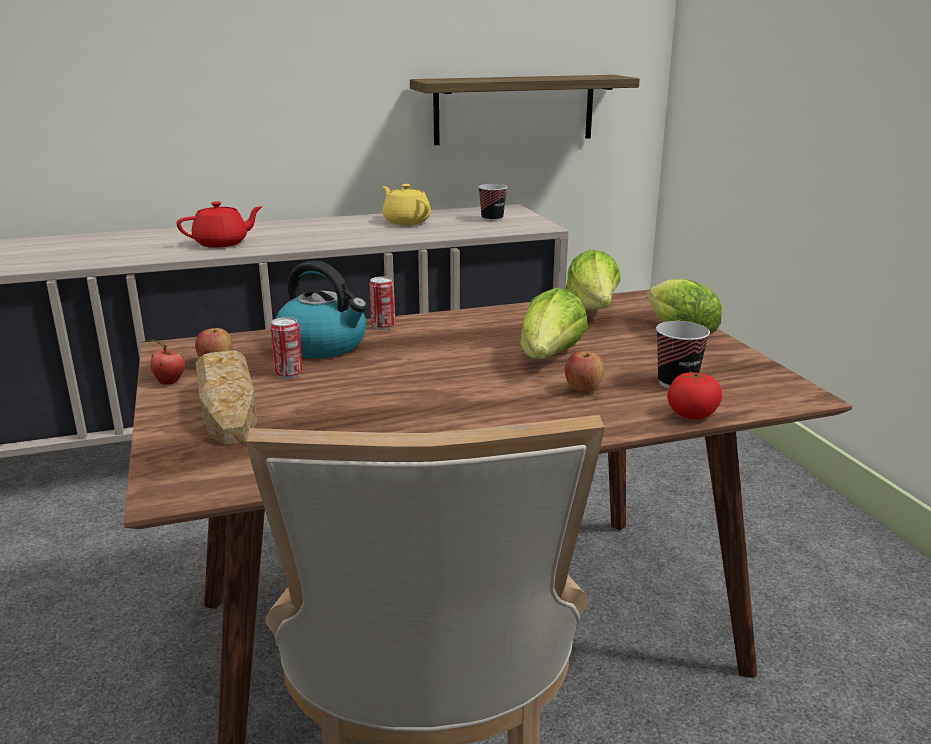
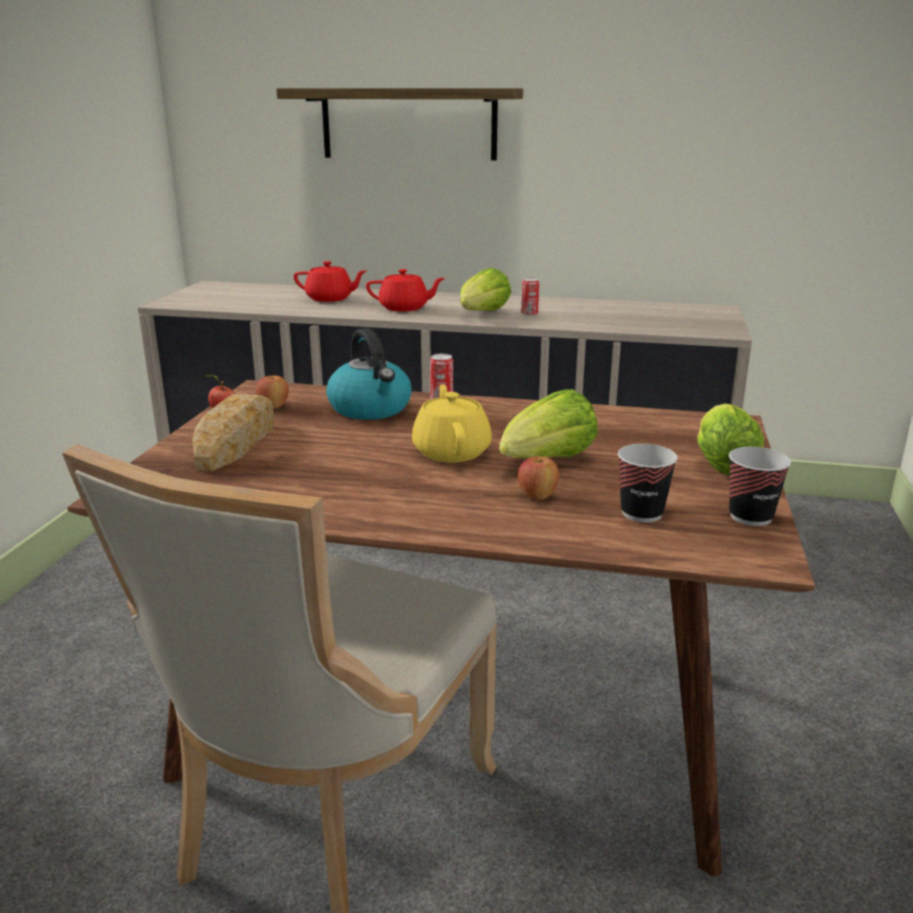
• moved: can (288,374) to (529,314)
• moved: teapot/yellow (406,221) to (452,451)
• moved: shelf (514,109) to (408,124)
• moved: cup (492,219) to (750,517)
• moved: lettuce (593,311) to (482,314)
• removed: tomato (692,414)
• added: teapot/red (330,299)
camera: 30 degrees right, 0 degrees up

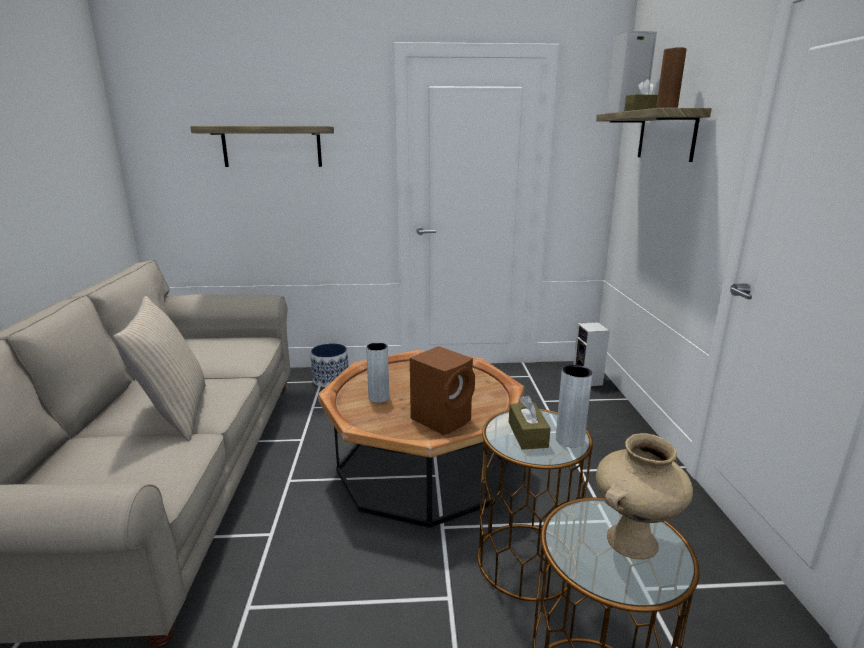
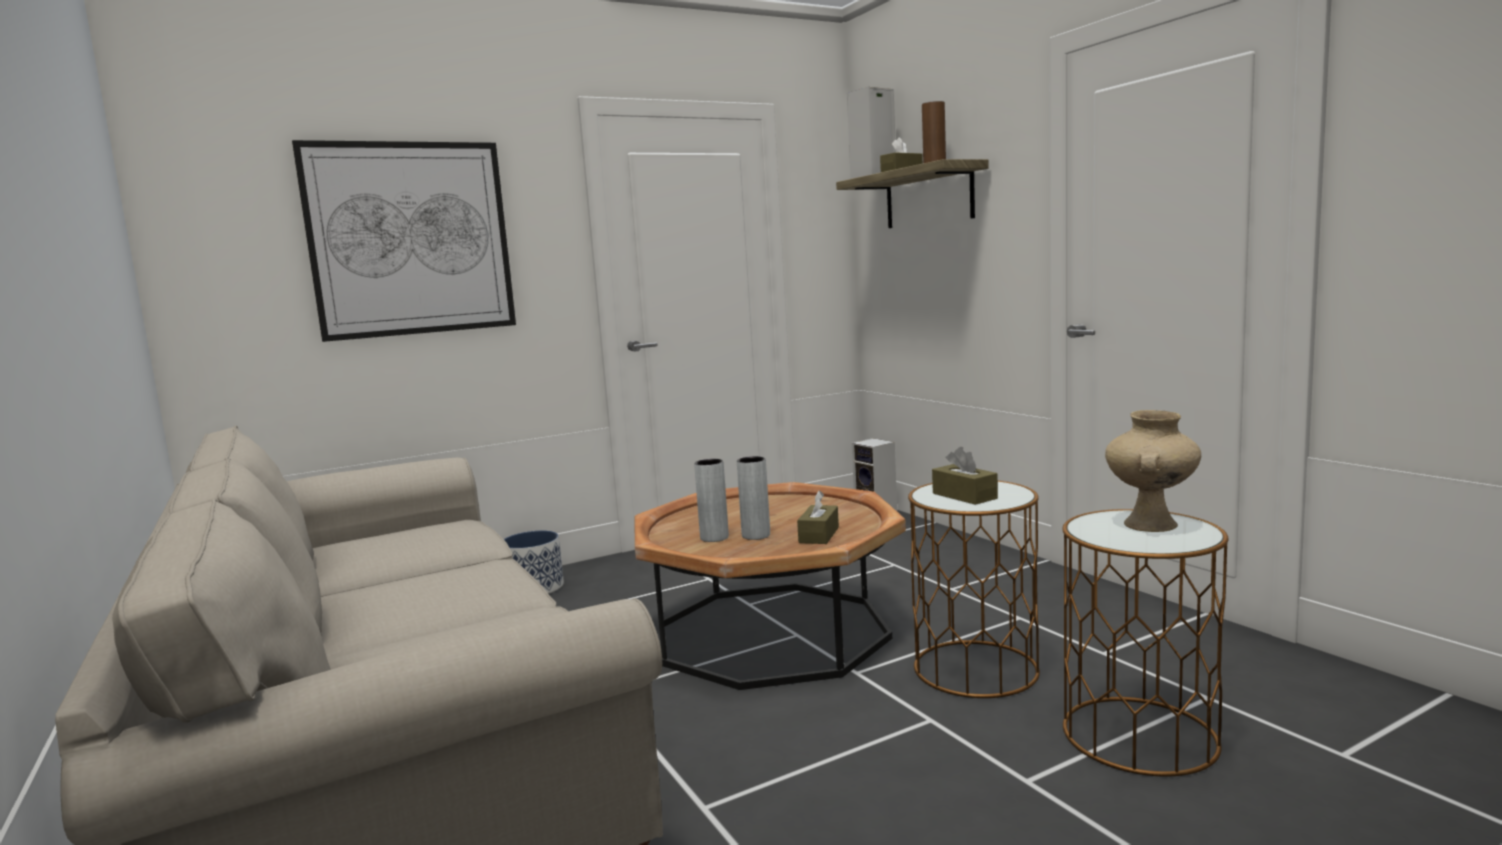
• removed: pillow/beige (175,414)
• replaced: shelf (272,147) to picture (410,239)
• replaced: speaker/brown (442,419) to tissue box/brown (819,535)
• moved: vase/grey (569,440) to (756,535)
camera: 25 degrees left, 10 degrees down

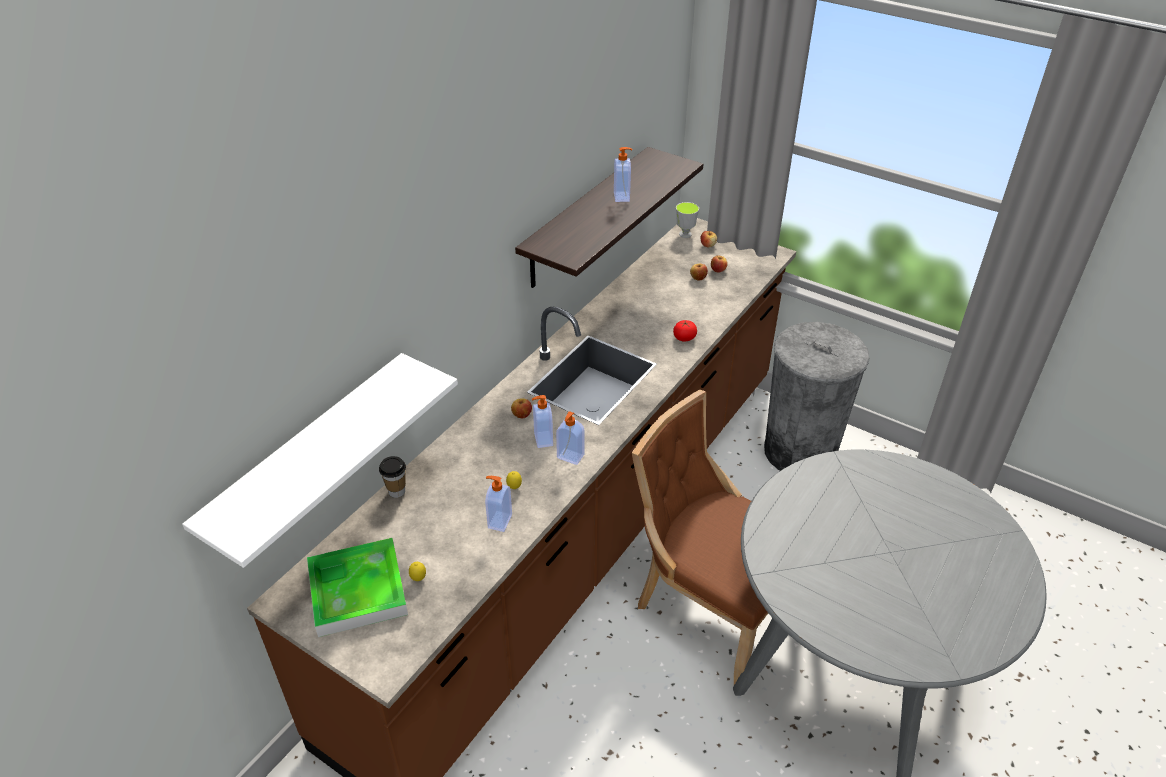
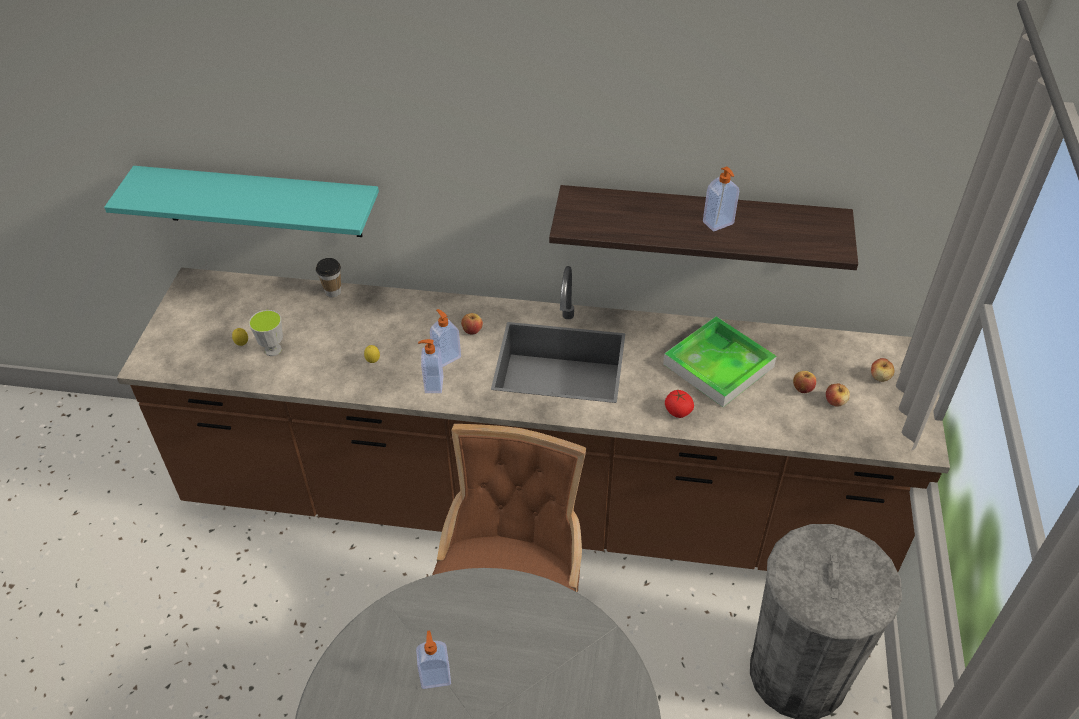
• recoloured: shelf/white (309,456) to shelf/turquoise (260,202)
• moved: tray (358,590) to (718,365)
• moved: soap dispenser (499,521) to (435,676)
• moved: cup (685,234) to (273,350)
camera: 65 degrees right, 5 degrees up

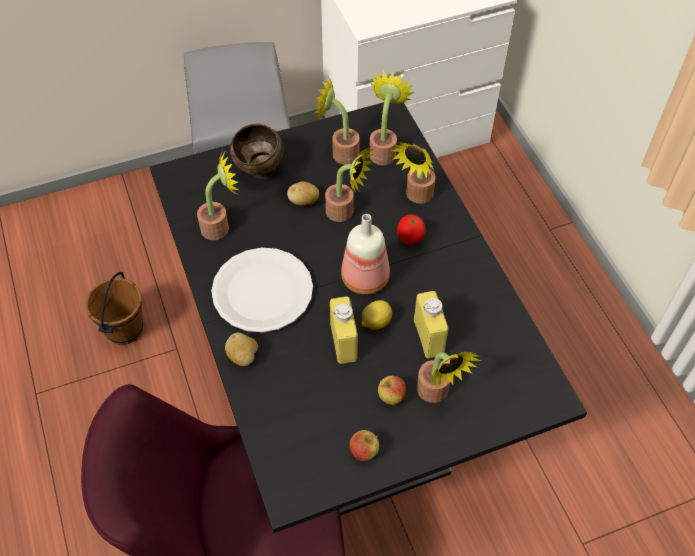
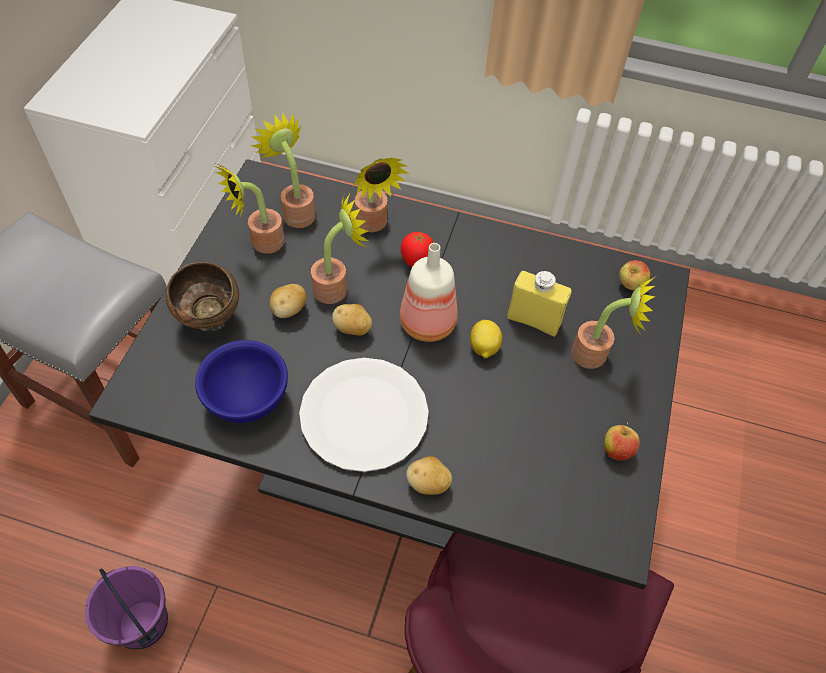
• recoloured: bucket/brown (124,329) to bucket/purple (142,625)
• replaced: potted plant (220,227) to bowl/blue (246,400)
• removed: bottle/yellow (343,343)
• moved: apple (391,397) to (630,286)
• added: potato (353,329)
camera: 55 degrees left, 0 degrees up

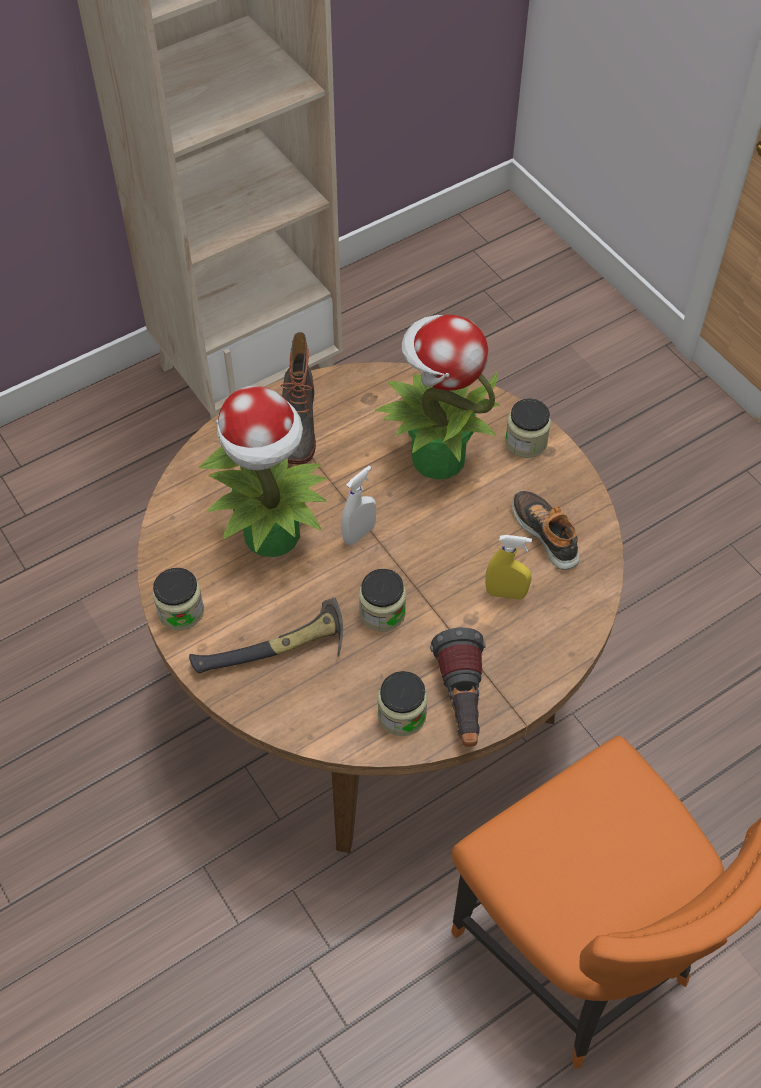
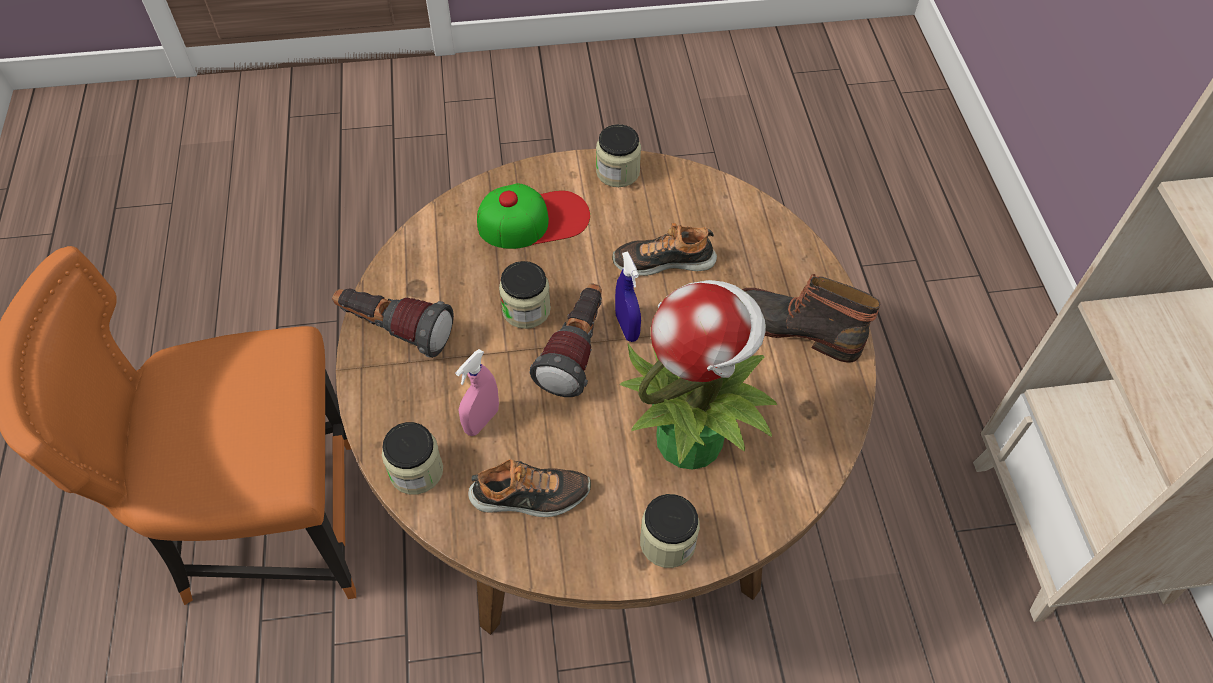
• replaced: hammer (276,653) to cap (534,219)
• replaced: potted plant (273,535) to shoe (664,261)
• recoloured: spray bottle/white (359,534) to spray bottle/blue (627,327)
• moved: jar (402,715) to (416,471)
• recoloured: spray bottle/yellow (506,593) to spray bottle/pink (481,421)
• added: flashlight (576,351)
camera: 115 degrees right, 0 degrees up

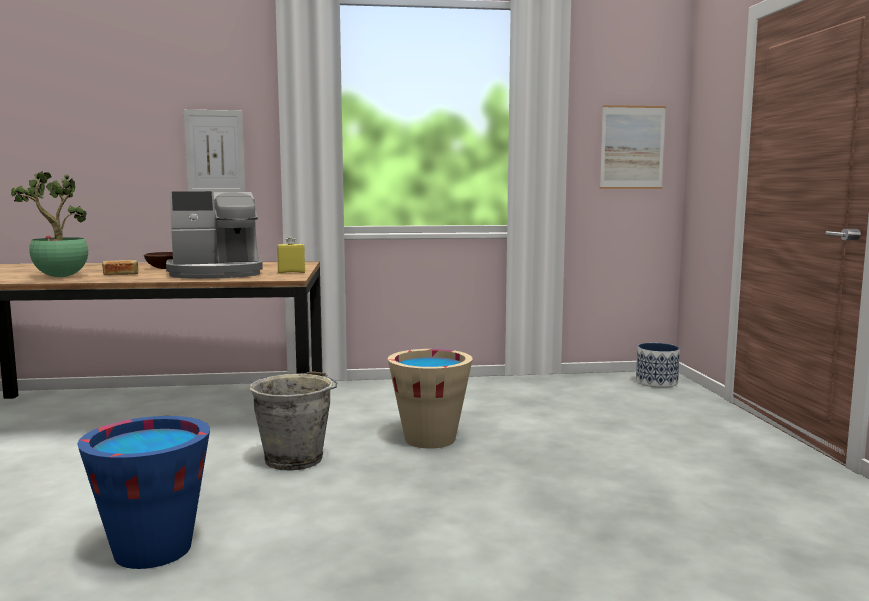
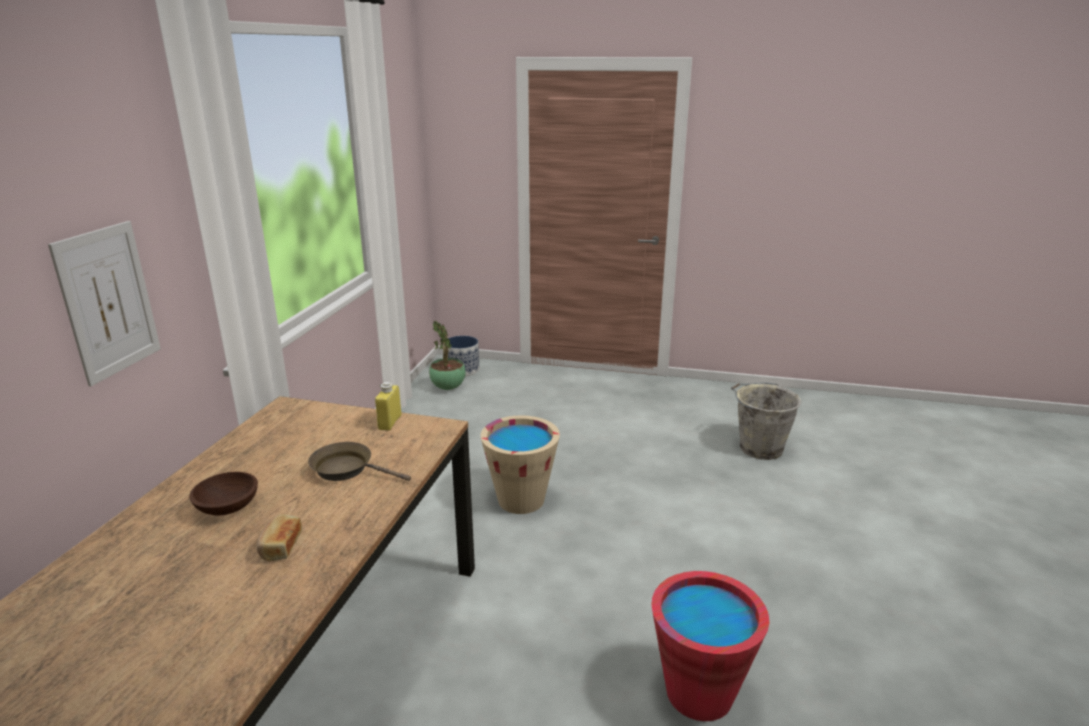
• moved: potted plant (59,277) to (448,388)
• recoloured: bucket/blue (153,550) to bucket/red (699,693)
• replaced: coffee machine (216,273) to frying pan/brown (347,469)
• moved: bucket/grey (295,459) to (759,448)
• removed: picture (632,147)
camera: 70 degrees left, 15 degrees up

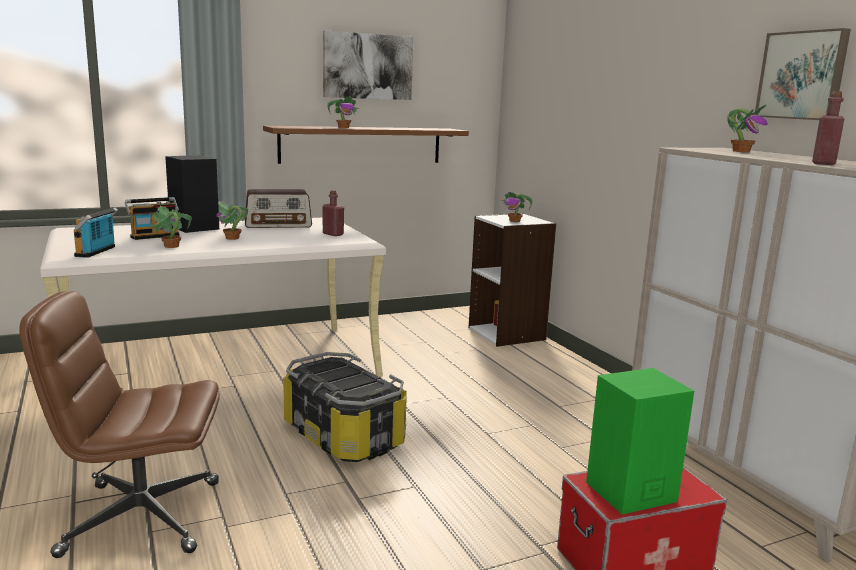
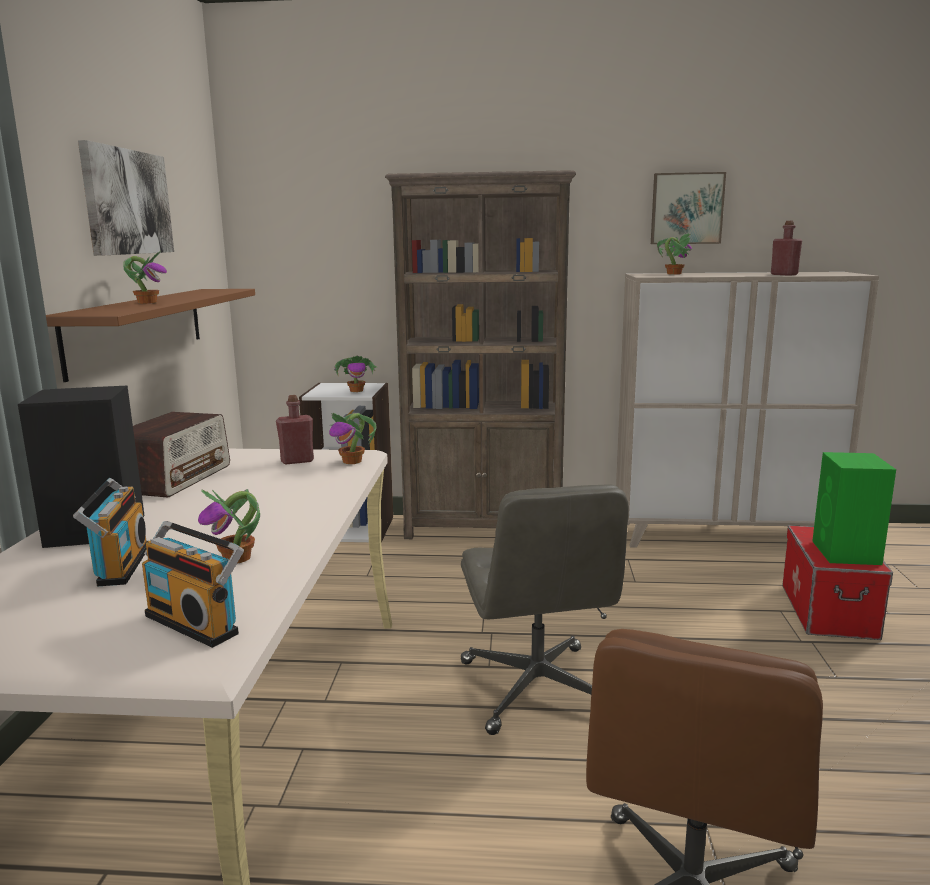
• moved: potted plant (232,238) to (353,461)
• replaced: storage box (342,436) to office chair/grey (538,690)
• added: bookcase/brown (484,529)
camera: 60 degrees left, 0 degrees up

